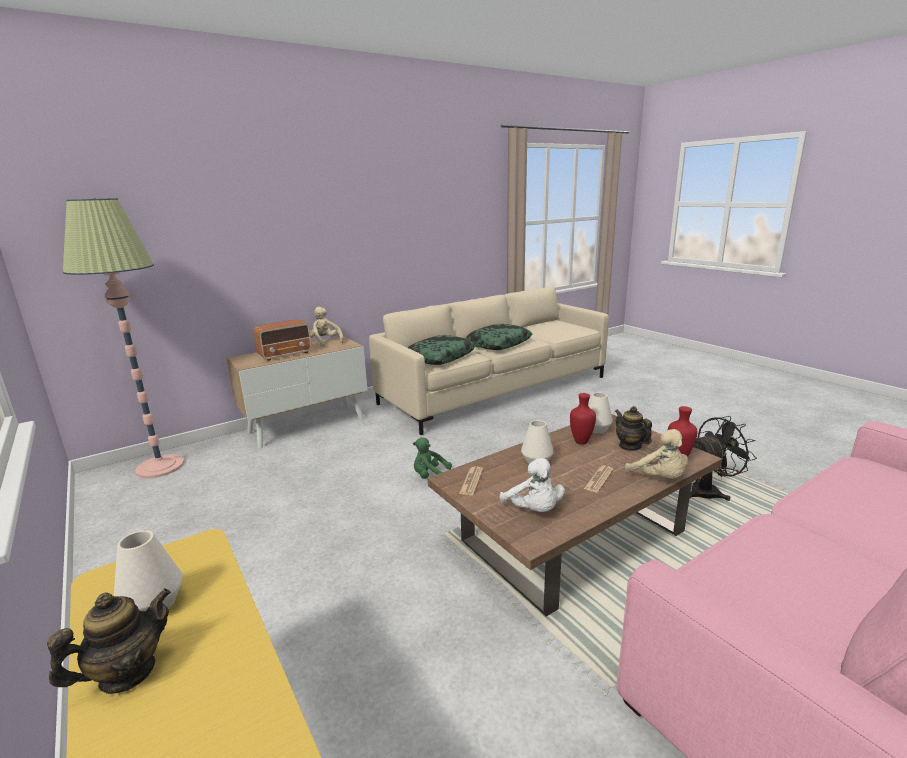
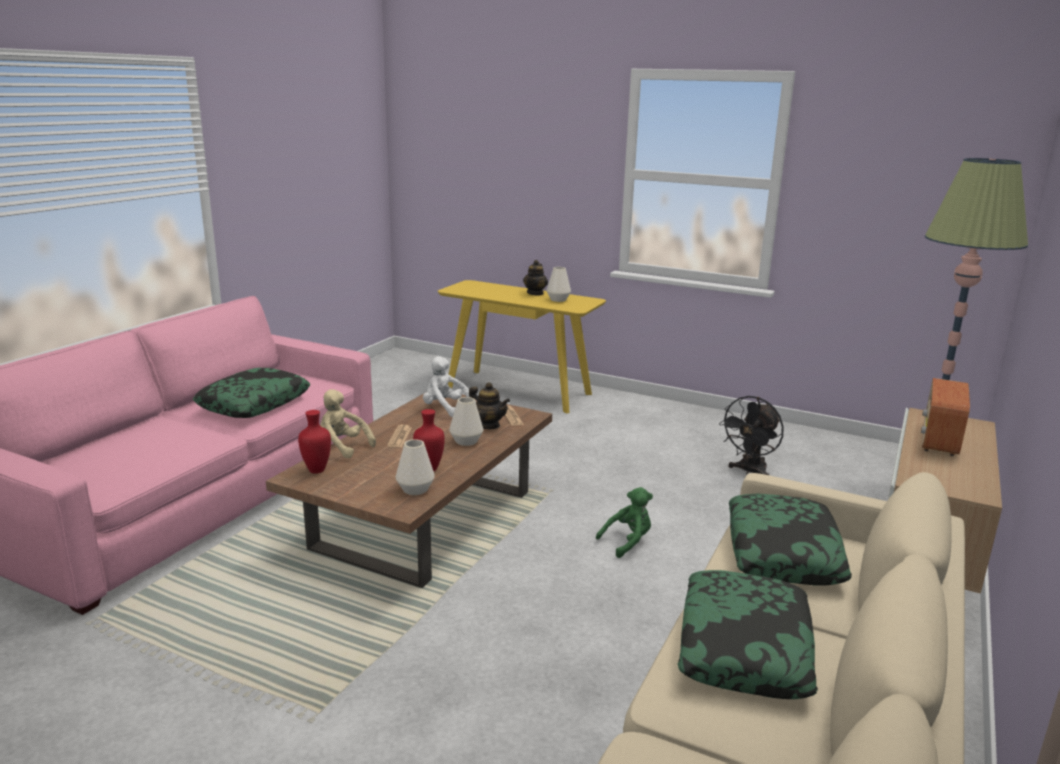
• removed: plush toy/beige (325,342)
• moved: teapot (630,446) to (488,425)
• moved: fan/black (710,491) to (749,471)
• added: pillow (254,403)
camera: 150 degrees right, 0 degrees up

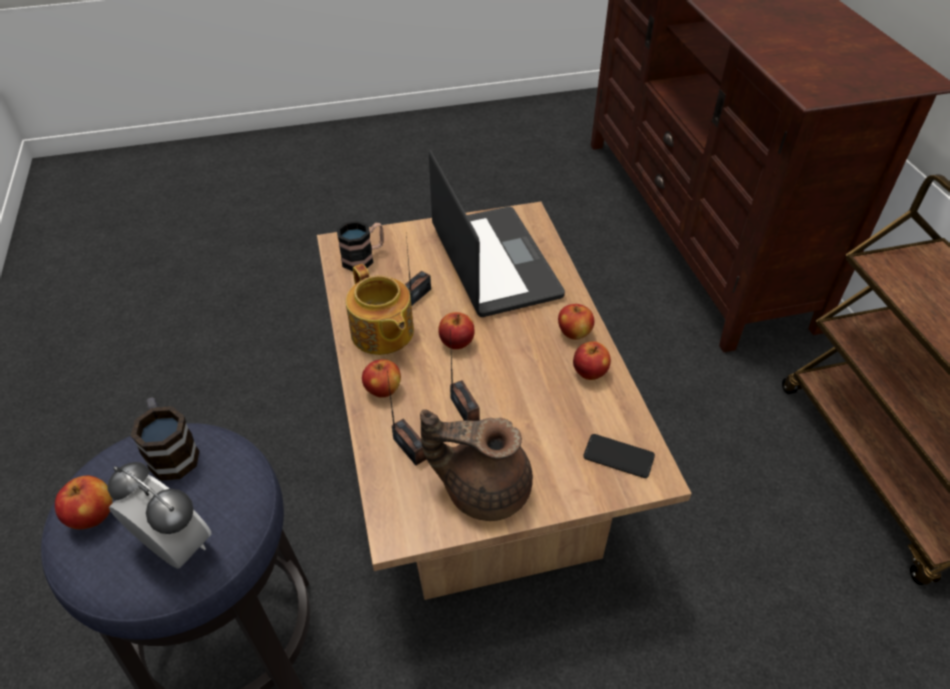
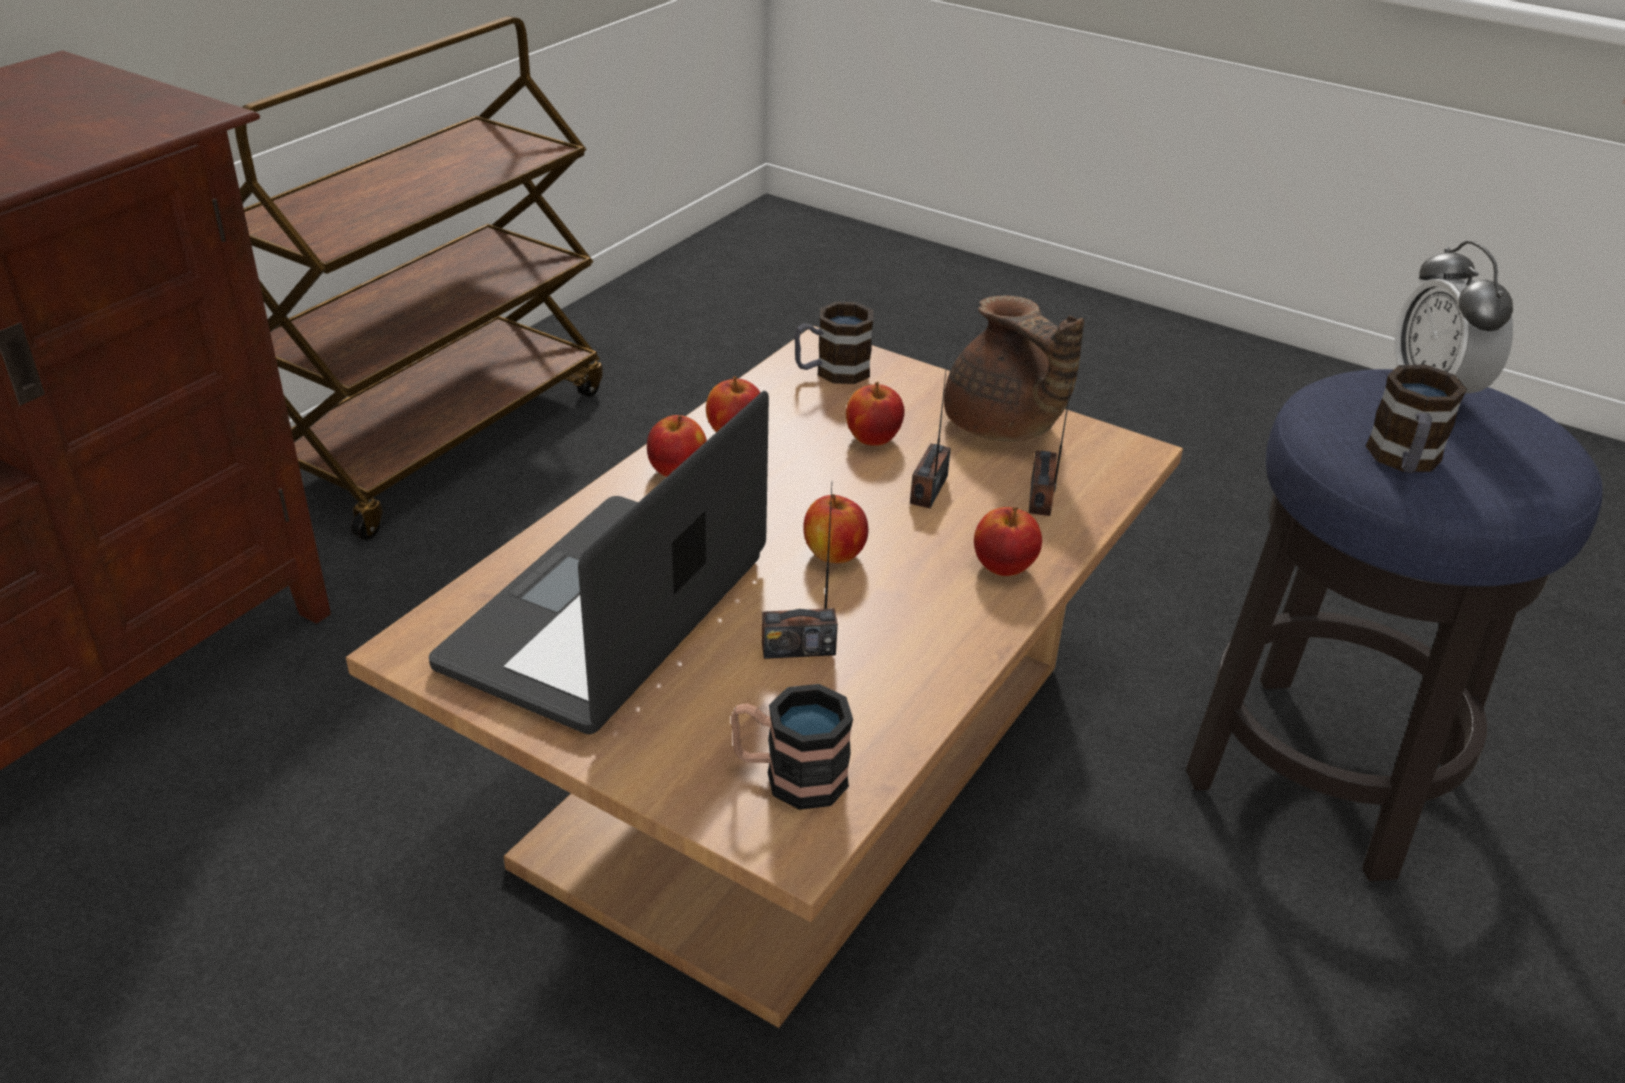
• moved: apple (93,515) to (872,438)
• removed: teapot (382,333)
• replaced: phone (618,456) to mug (831,372)
camera: 135 degrees left, 10 degrees down

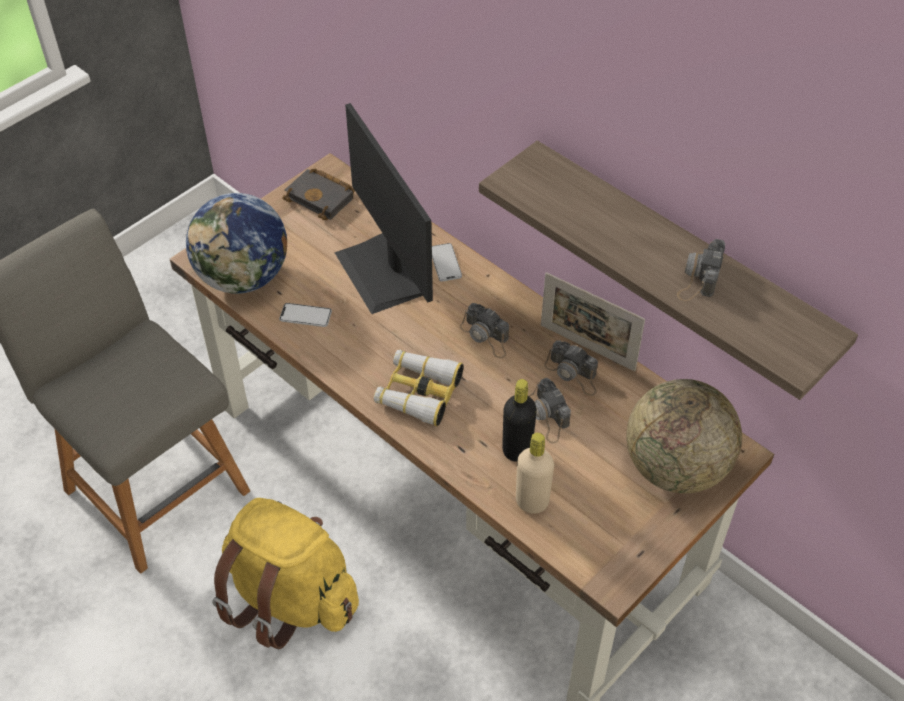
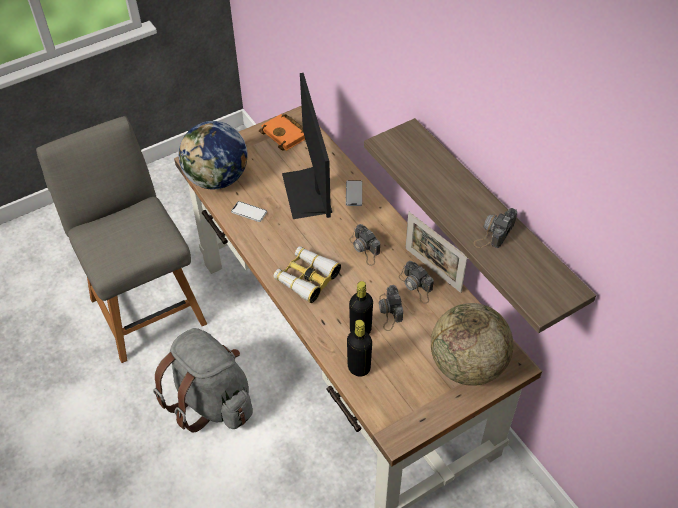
• recoloured: backpack/yellow (290,598) to backpack/grey (211,400)
• recoloured: book/black (322,197) to book/orange (286,135)
• recoloured: bottle/beige (532,501) to bottle/black (359,367)
camera: 15 degrees right, 0 degrees up

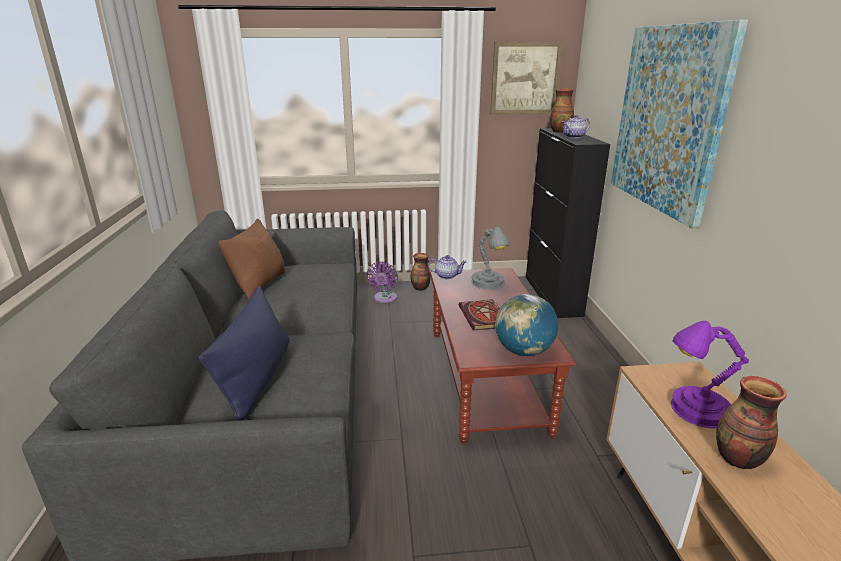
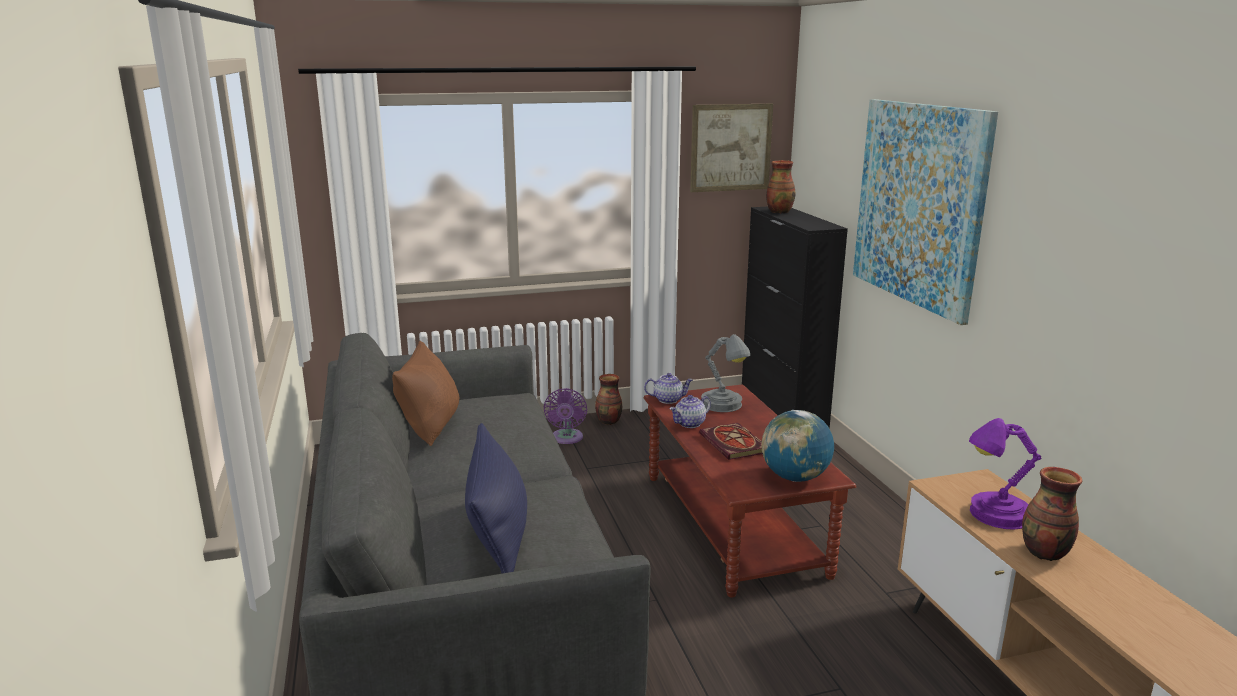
• moved: teapot (574,137) to (690,424)
camera: 10 degrees left, 5 degrees down

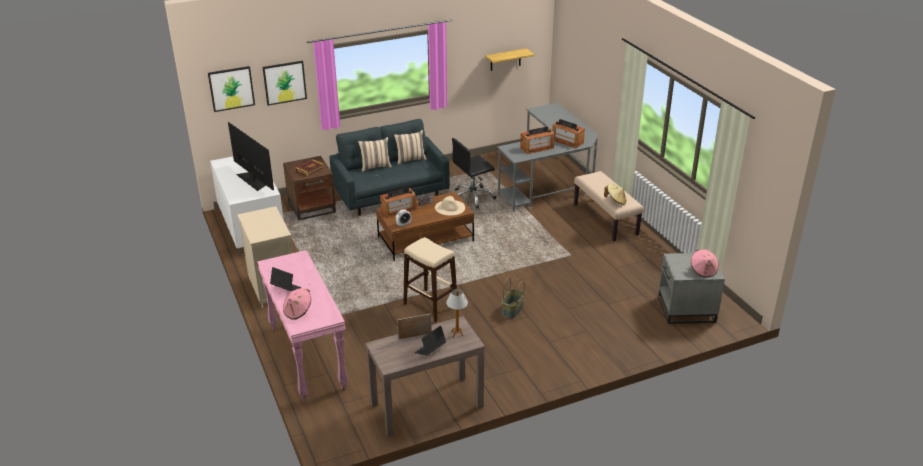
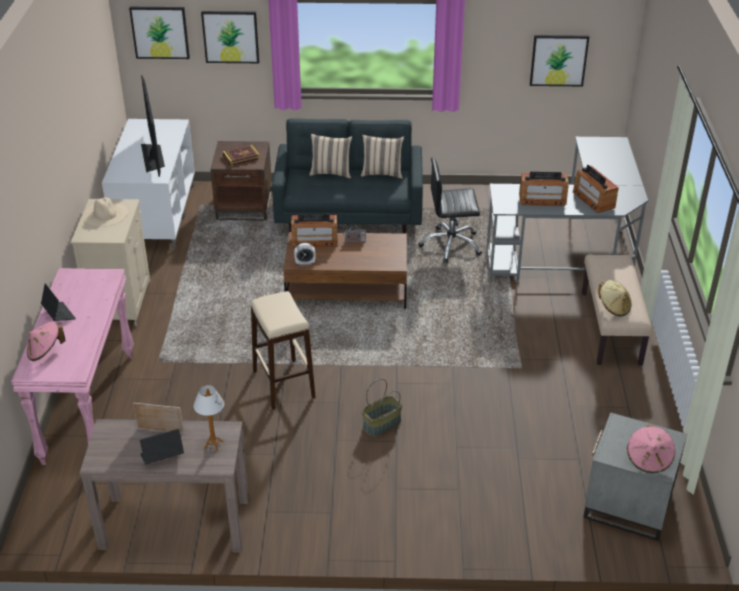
• moved: hat/beige (450,207) to (105,214)
• replaced: shelf (505,59) to picture (558,60)
camera: 25 degrees right, 5 degrees up

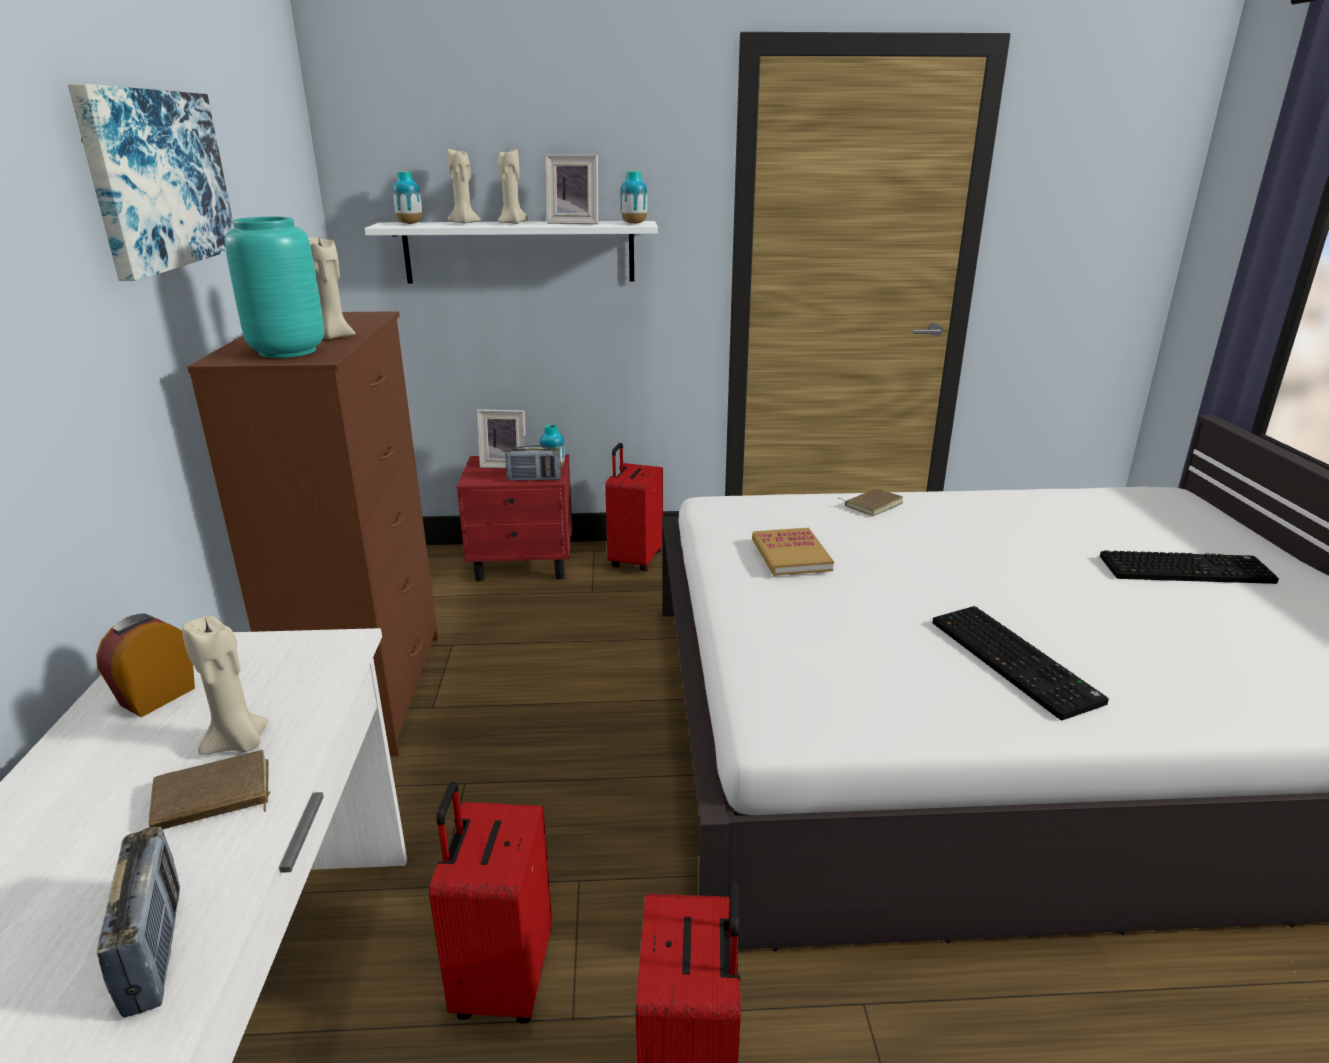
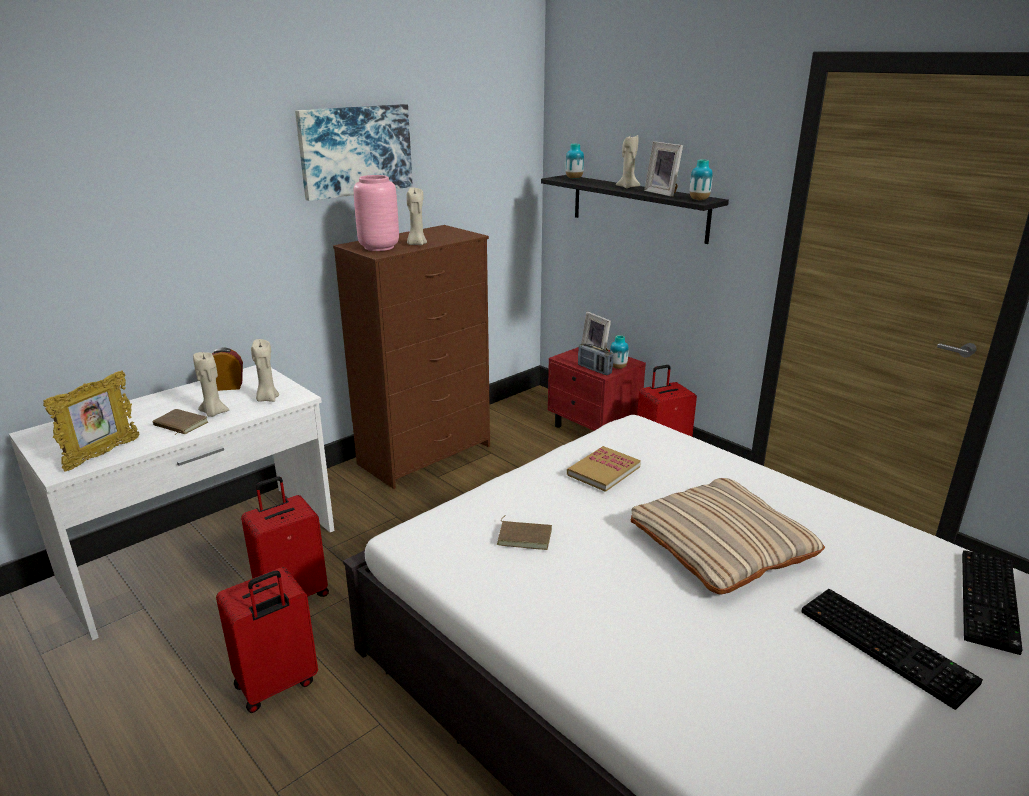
• replaced: radio (154,949) to picture frame (102,454)
• recoloured: vase/turquoise (286,352) to vase/pink (378,247)
• recoloured: shelf/white (519,252) to shelf/black (638,208)
• moved: candle/beige (464,223) to (267,399)
• moved: book/brown (872,504) to (525,536)
• moved: keyboard (1016,662) to (991,602)
• added: pillow/beige (721,544)
camera: 50 degrees right, 0 degrees up

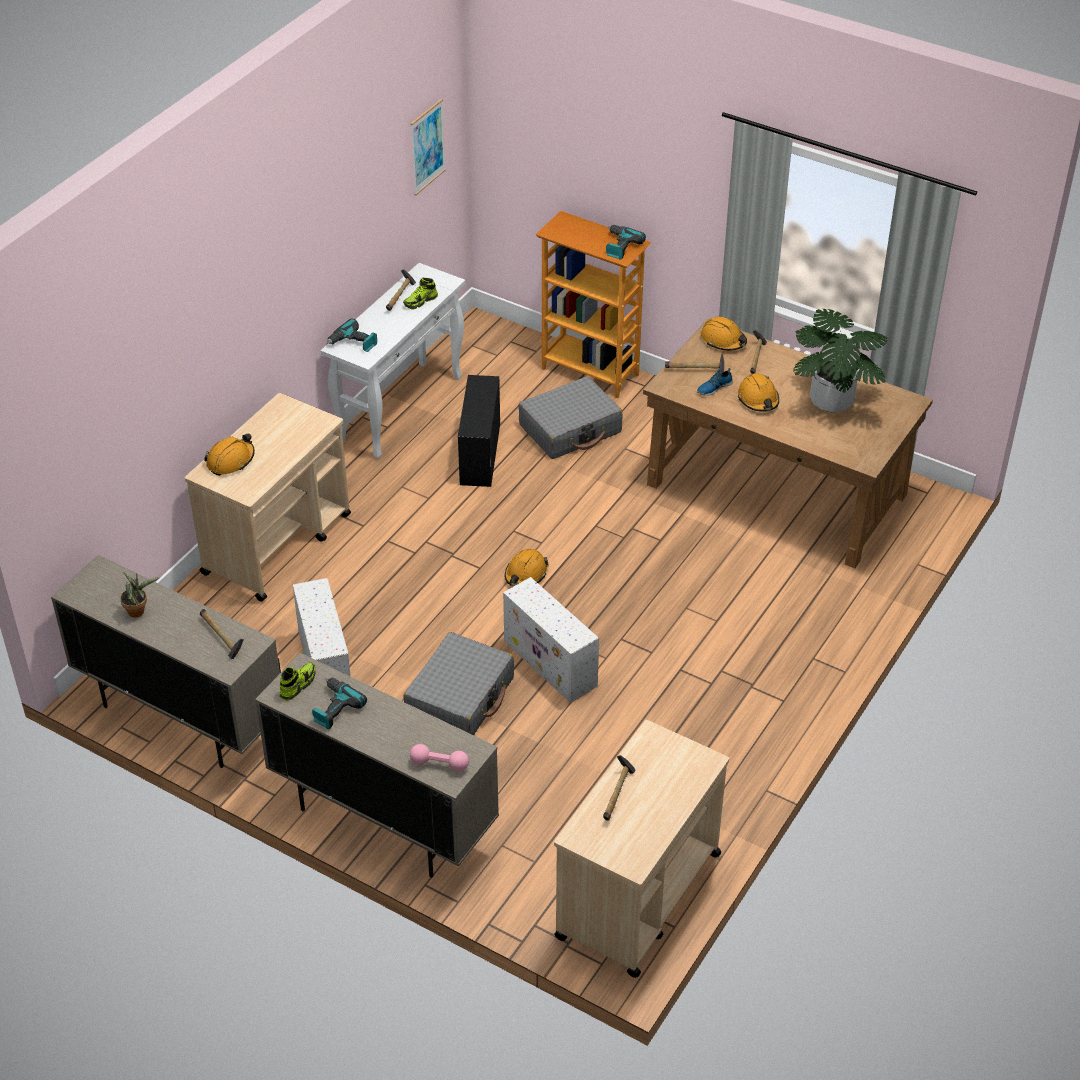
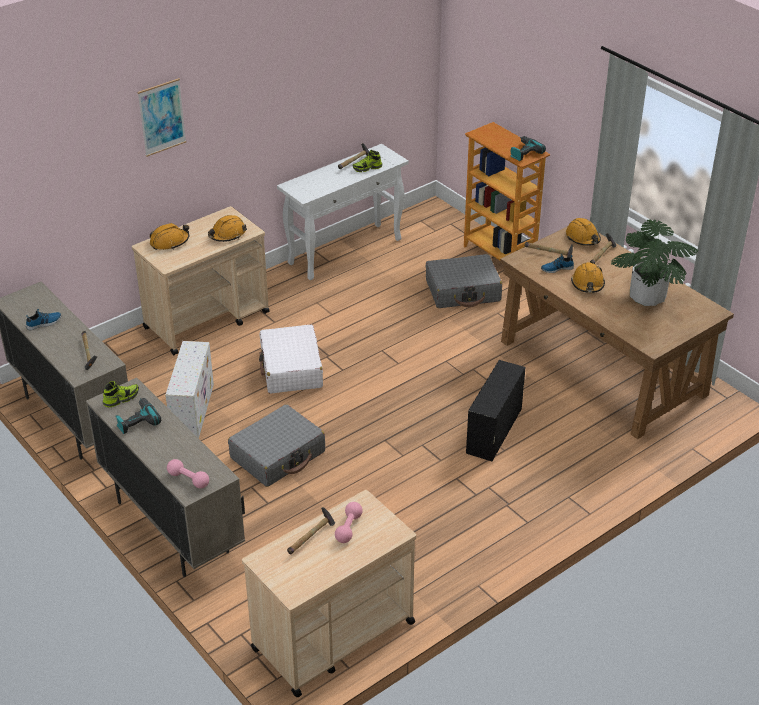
• replaced: potted plant (138,611) to shoe (44,323)
• removed: power drill (353,343)
• moved: picture (427,147) to (162,117)
• moved: storage box/black (480,455) to (493,431)
• removed: storage box/white (551,664)
• moved: hard hat/orange (525,574) to (227,234)
• added: suitcase/white (291,369)
• added: dumbbell/pink (348,528)
camera: 20 degrees right, 5 degrees down

